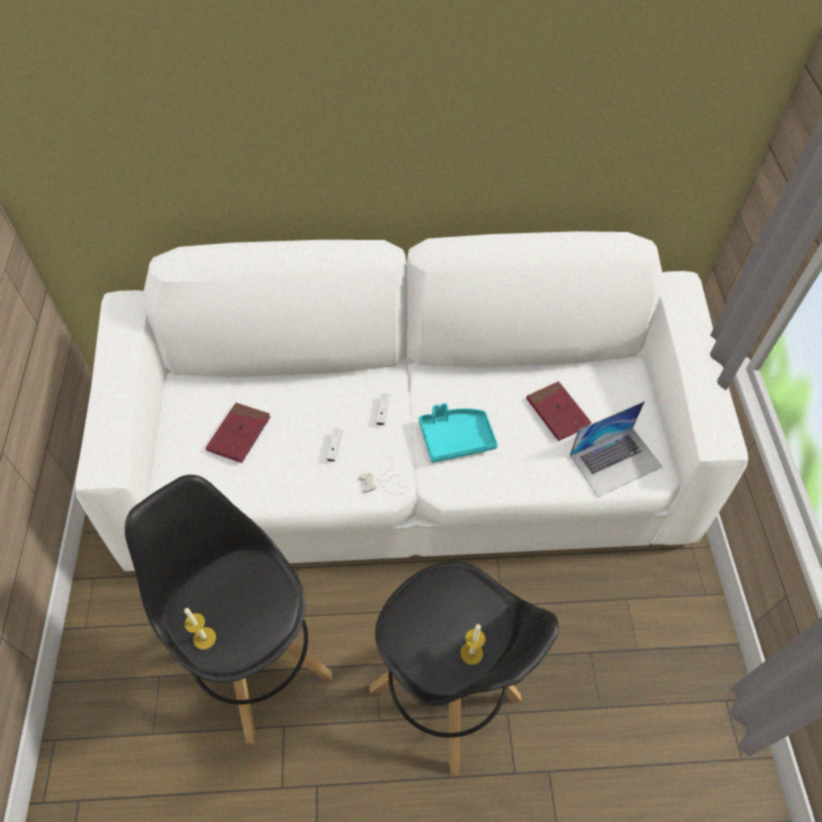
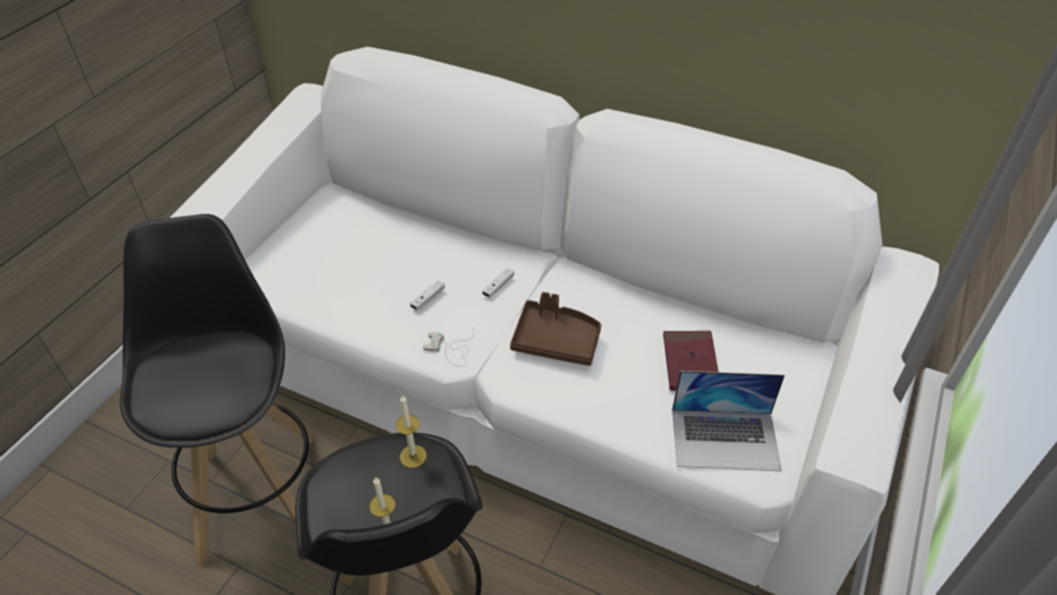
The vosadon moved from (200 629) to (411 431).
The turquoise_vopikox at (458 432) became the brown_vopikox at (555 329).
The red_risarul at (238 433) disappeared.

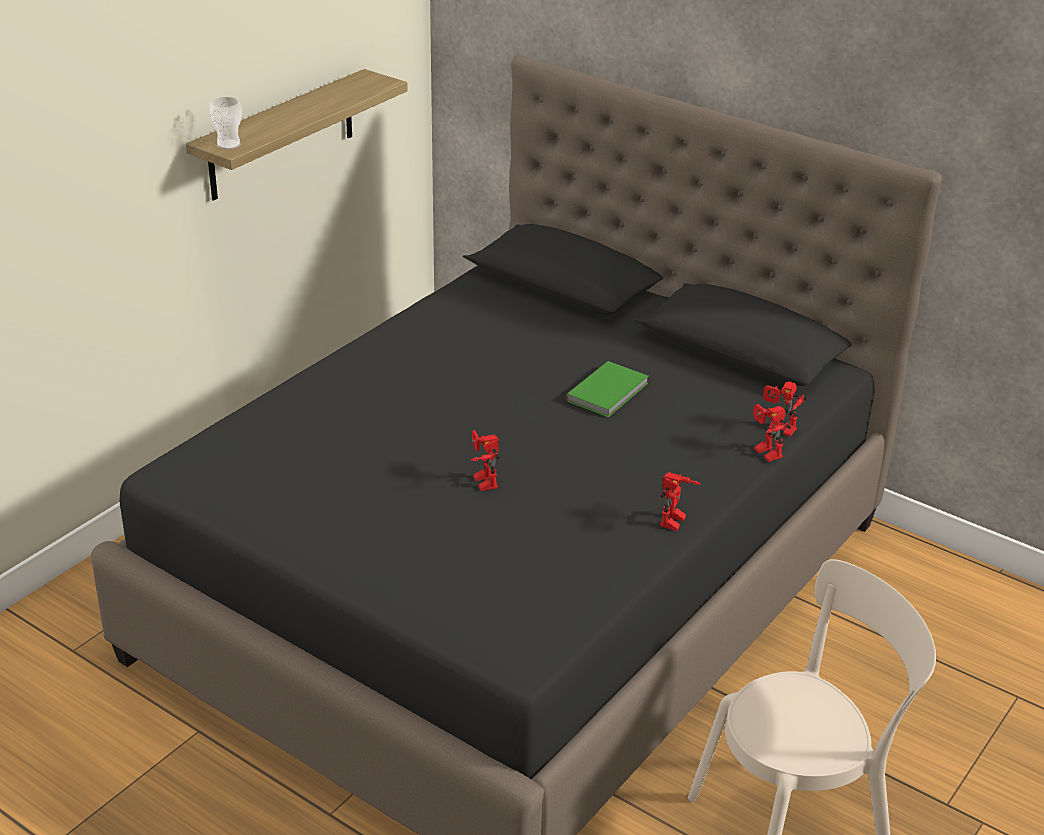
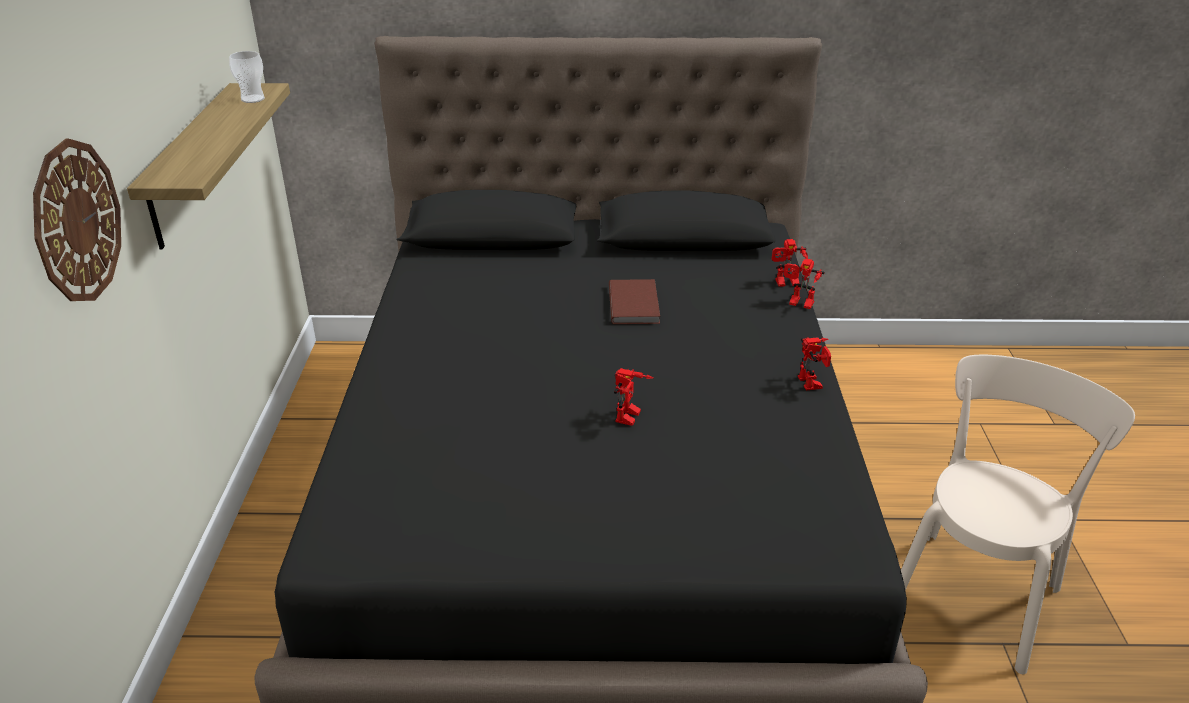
The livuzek at (77 219) appeared.
The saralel moved from (225 123) to (247 77).
The green_risarul at (607 389) became the brown_risarul at (634 301).
The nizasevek at (485 460) turned 105 degrees counterclockwise.

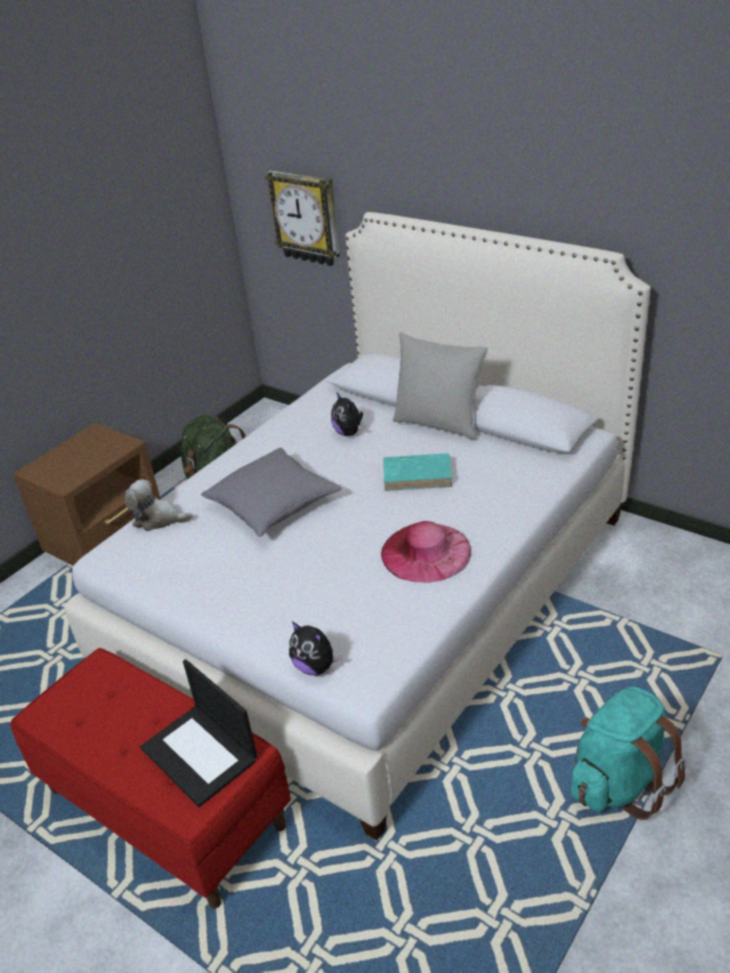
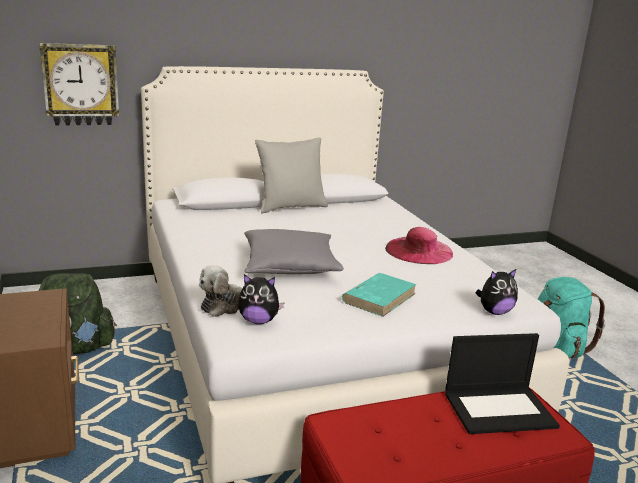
The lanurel moved from (347 414) to (261 299).
The turquoise_risarul moved from (418 472) to (379 295).

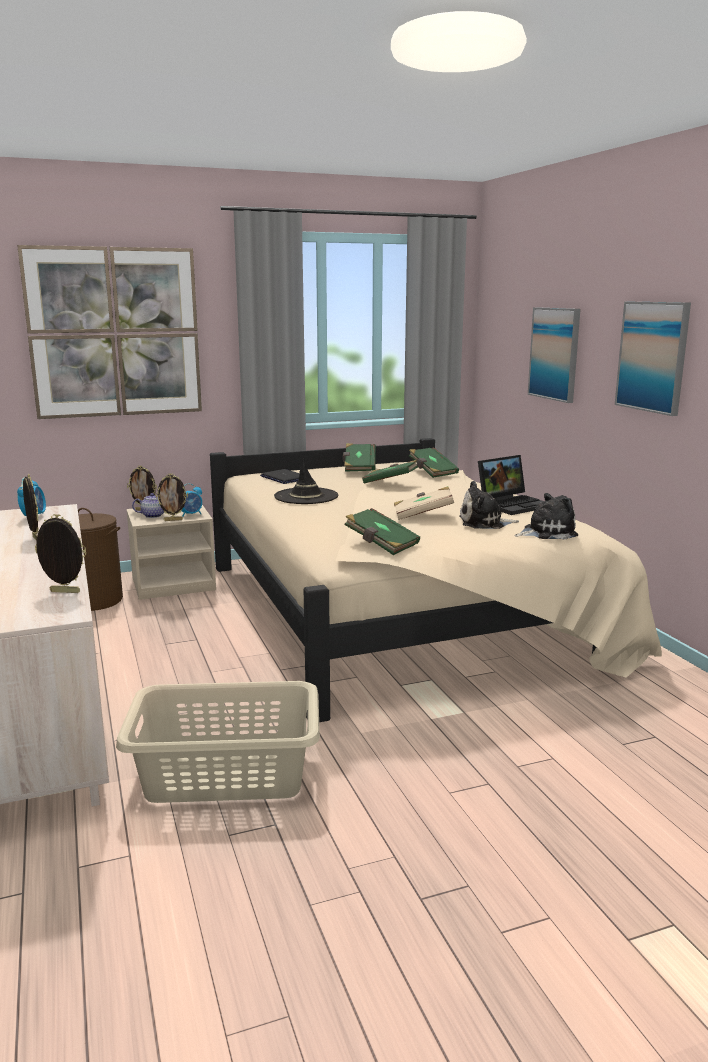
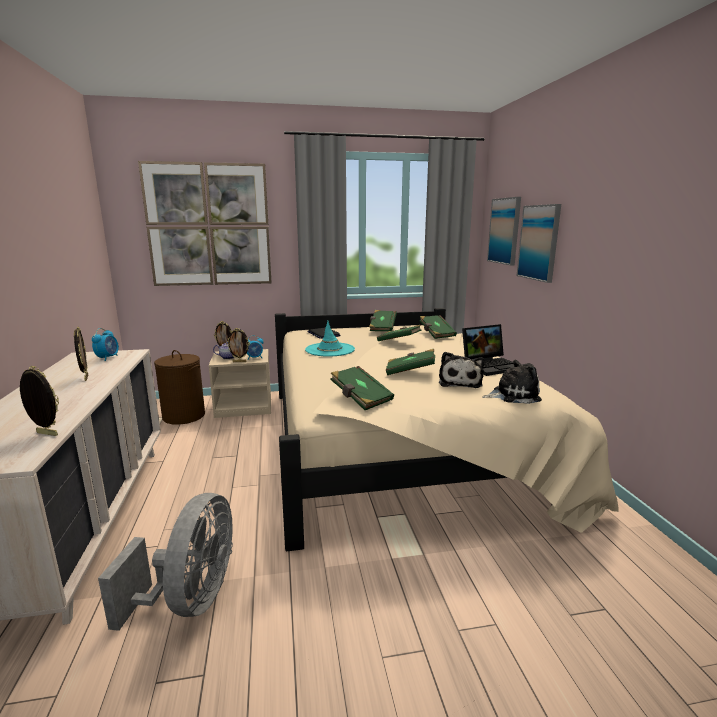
The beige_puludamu at (218 742) was replaced by the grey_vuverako at (165 562).
The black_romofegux at (306 481) became the turquoise_romofegux at (330 339).
The beige_risarul at (424 503) became the green_risarul at (410 362).
The lanurel at (489 505) turned 90 degrees counterclockwise.
The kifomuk moved from (653 359) to (504 231).

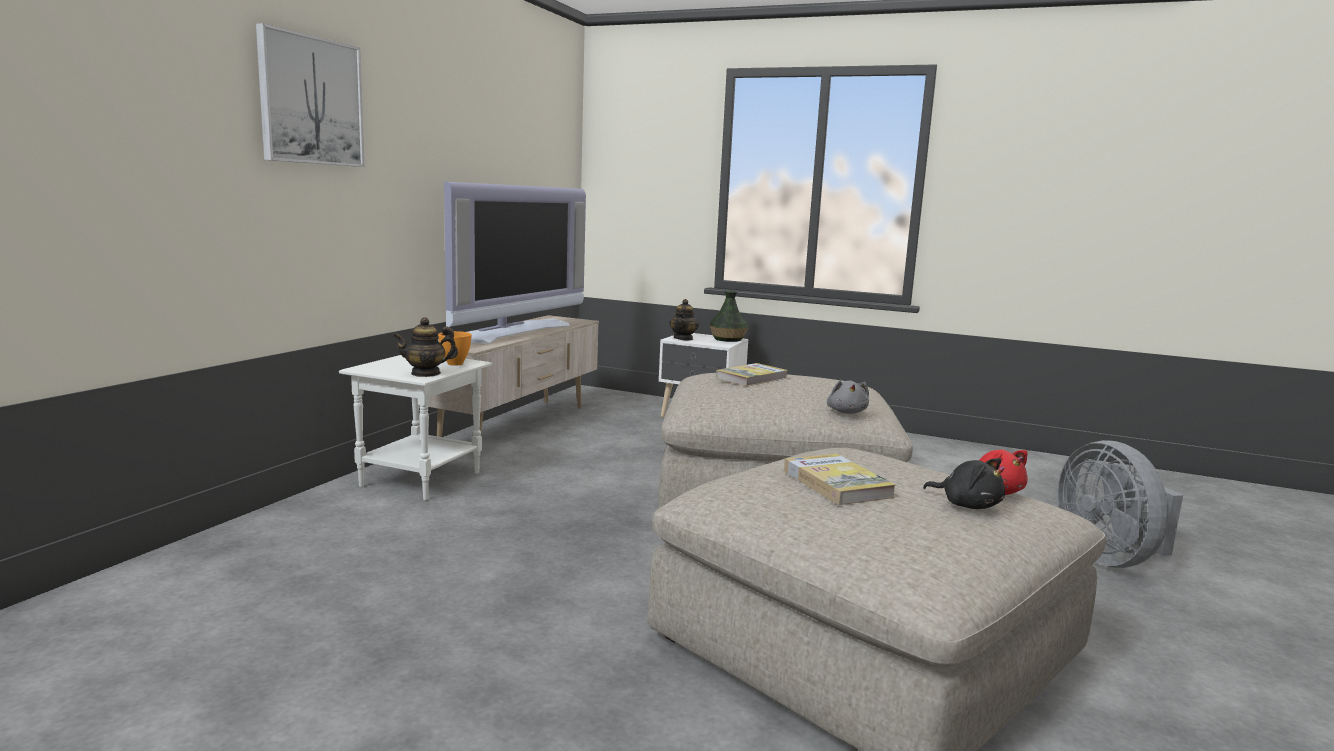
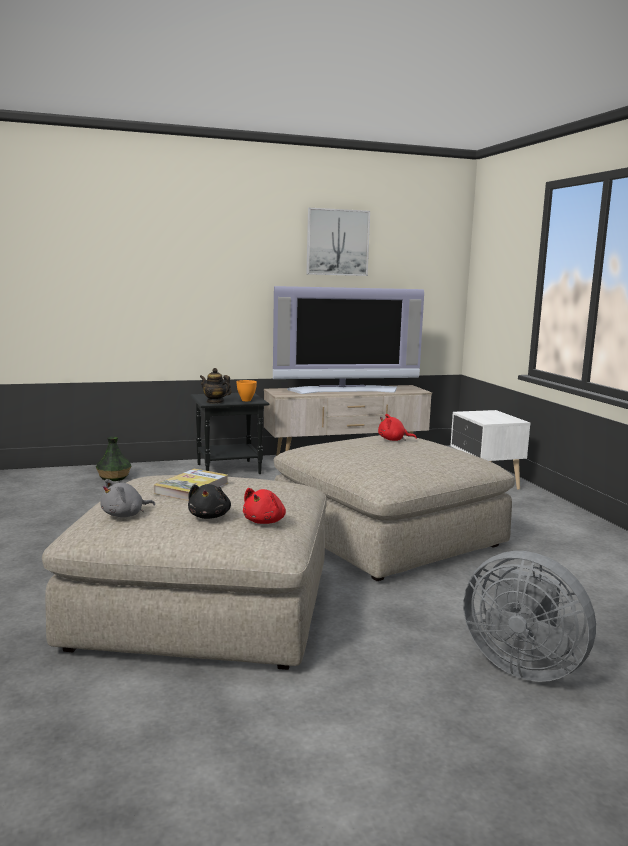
The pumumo moved from (729 316) to (113 459).
The grey_lanurel moved from (848 397) to (127 498).
The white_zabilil at (415 428) became the black_zabilil at (230 433).
The kifomuk moved from (310 95) to (338 242).
The risarul at (752 374) was replaced by the red_lanurel at (397 427).
The grey_vuverako at (1120 504) turned 90 degrees counterclockwise.
The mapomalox at (684 320) disappeared.

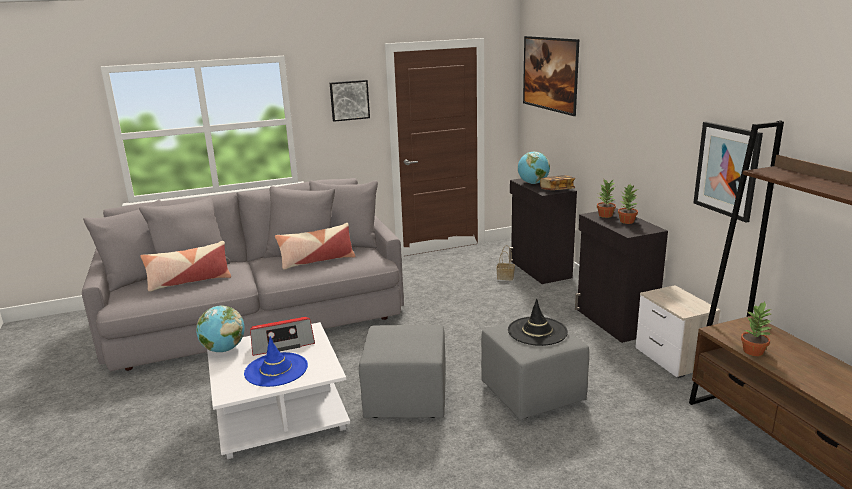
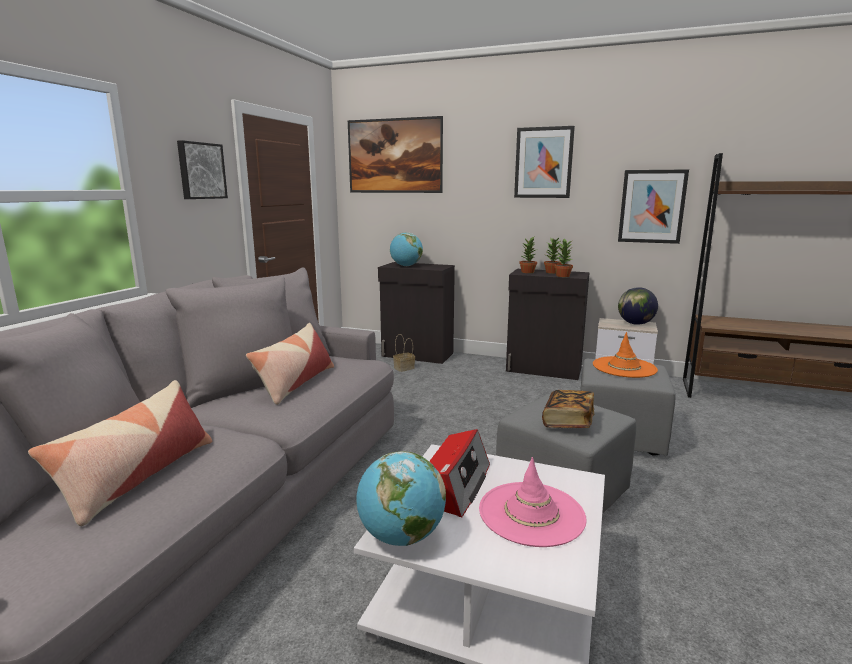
The blue_romofegux at (276 361) became the pink_romofegux at (533 502).
The kifomuk at (544 162) appeared.
The risarul moved from (557 182) to (568 409).
The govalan moved from (756 329) to (563 258).
The black_romofegux at (538 322) became the orange_romofegux at (625 355).
The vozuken at (638 306) appeared.

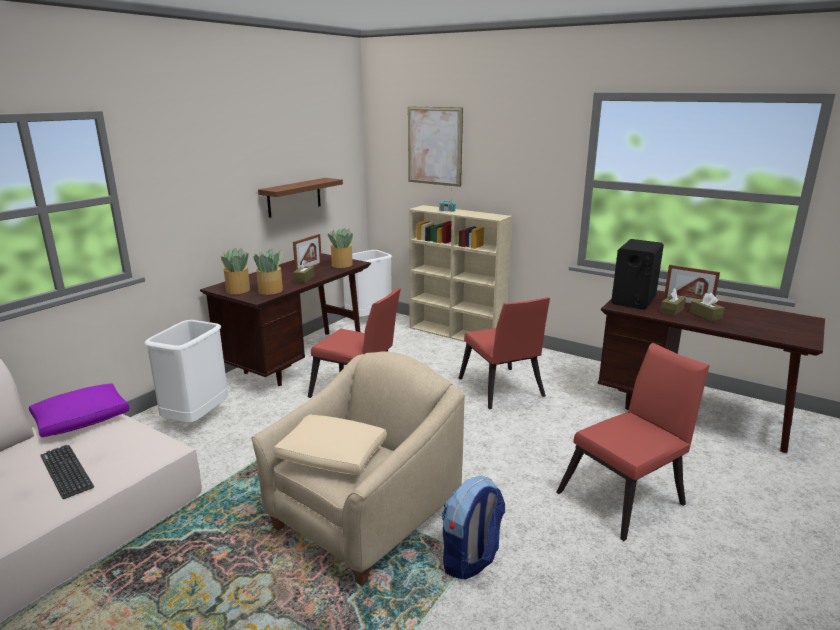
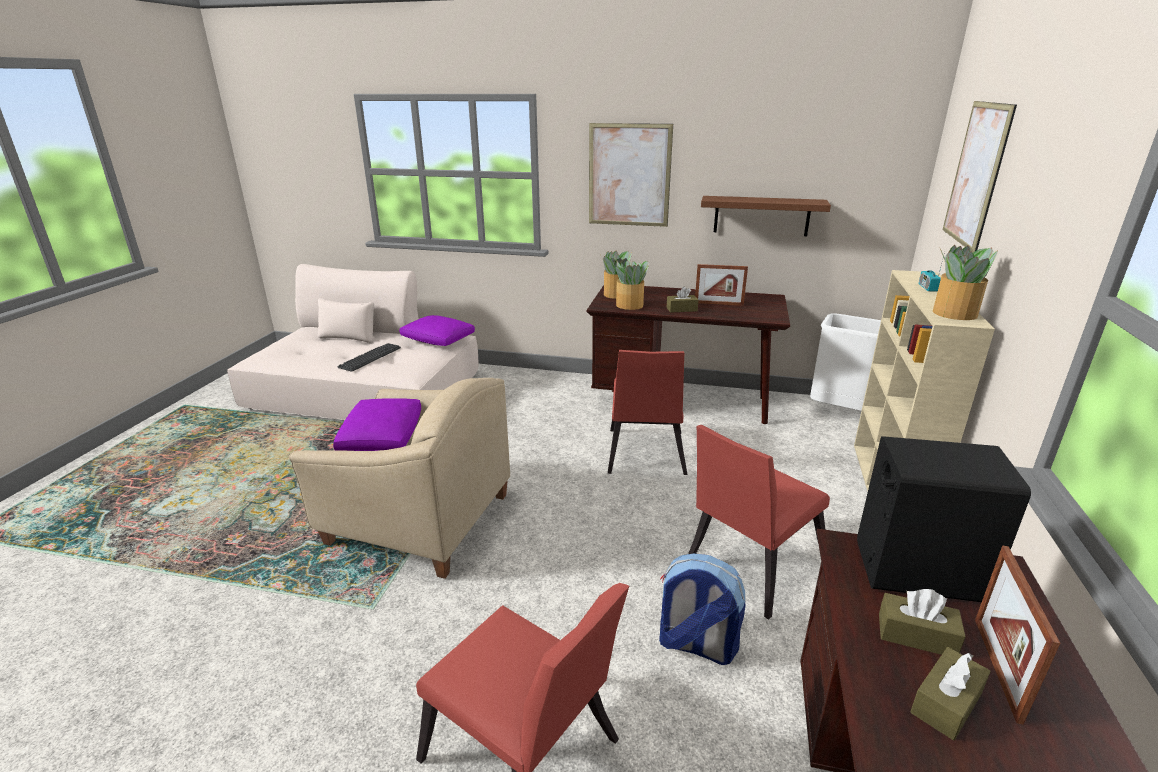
The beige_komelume at (330 445) became the purple_komelume at (377 424).
The kifomuk at (631 175) appeared.
The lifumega moved from (473 528) to (702 609).
The govalan moved from (340 248) to (965 282).
The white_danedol at (186 371) disappeared.

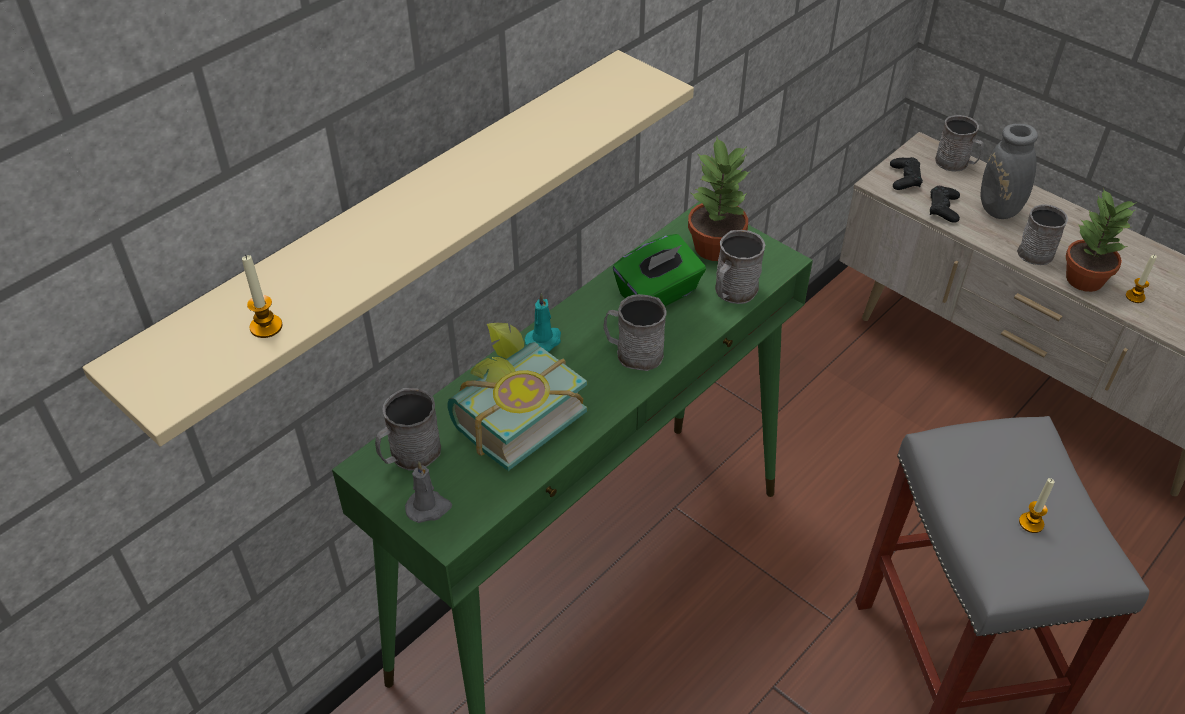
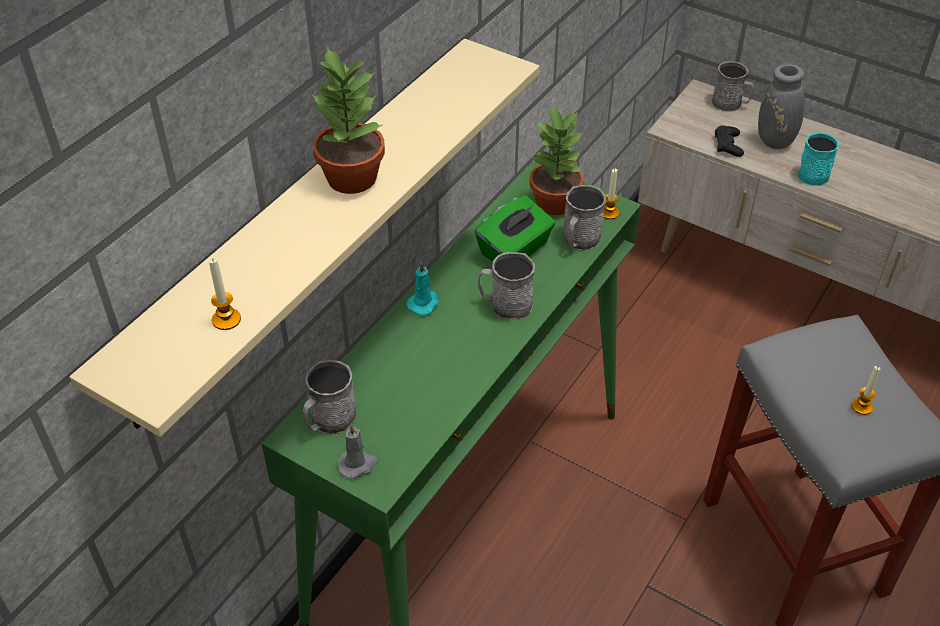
The govalan moved from (1101 240) to (348 120).
The vosadon moved from (1141 279) to (611 194).
The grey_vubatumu at (1042 234) became the turquoise_vubatumu at (818 159).
The risarul at (517 397) disappeared.
The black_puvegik at (906 173) disappeared.

